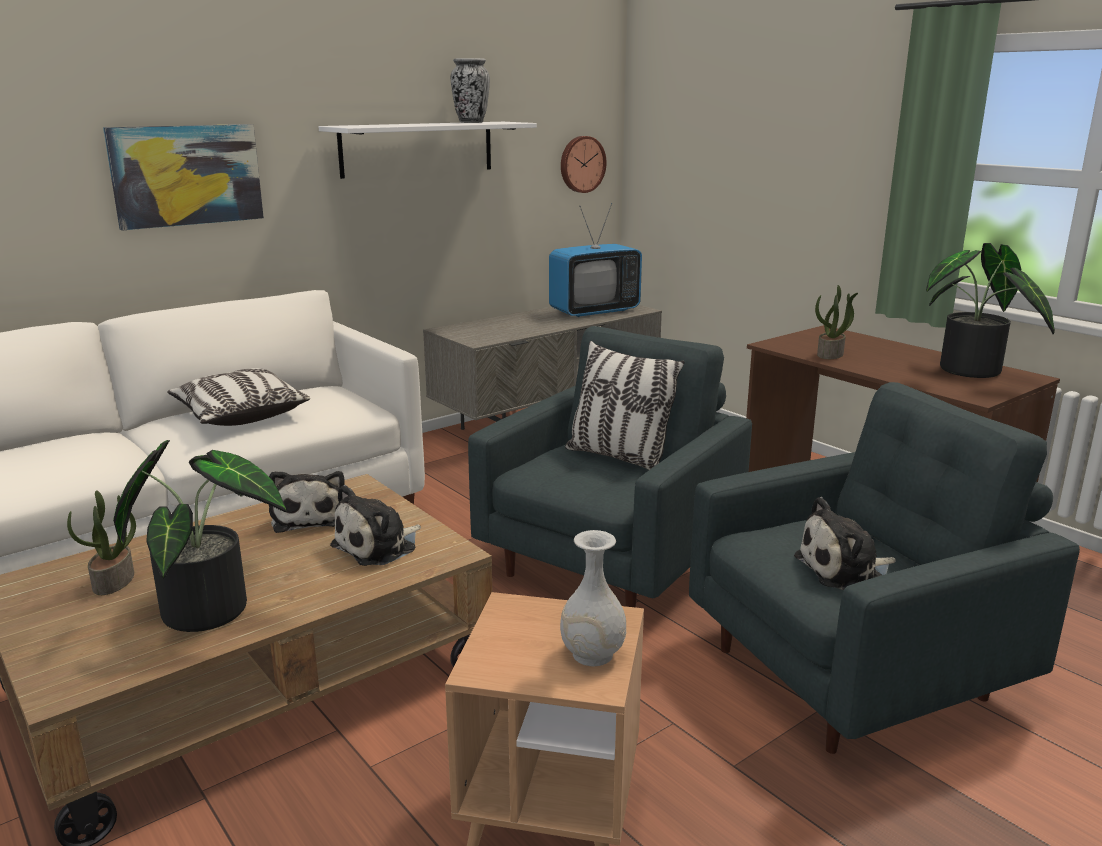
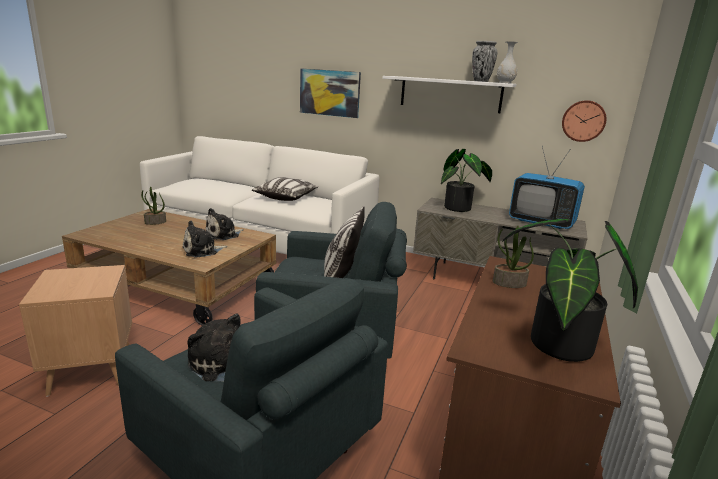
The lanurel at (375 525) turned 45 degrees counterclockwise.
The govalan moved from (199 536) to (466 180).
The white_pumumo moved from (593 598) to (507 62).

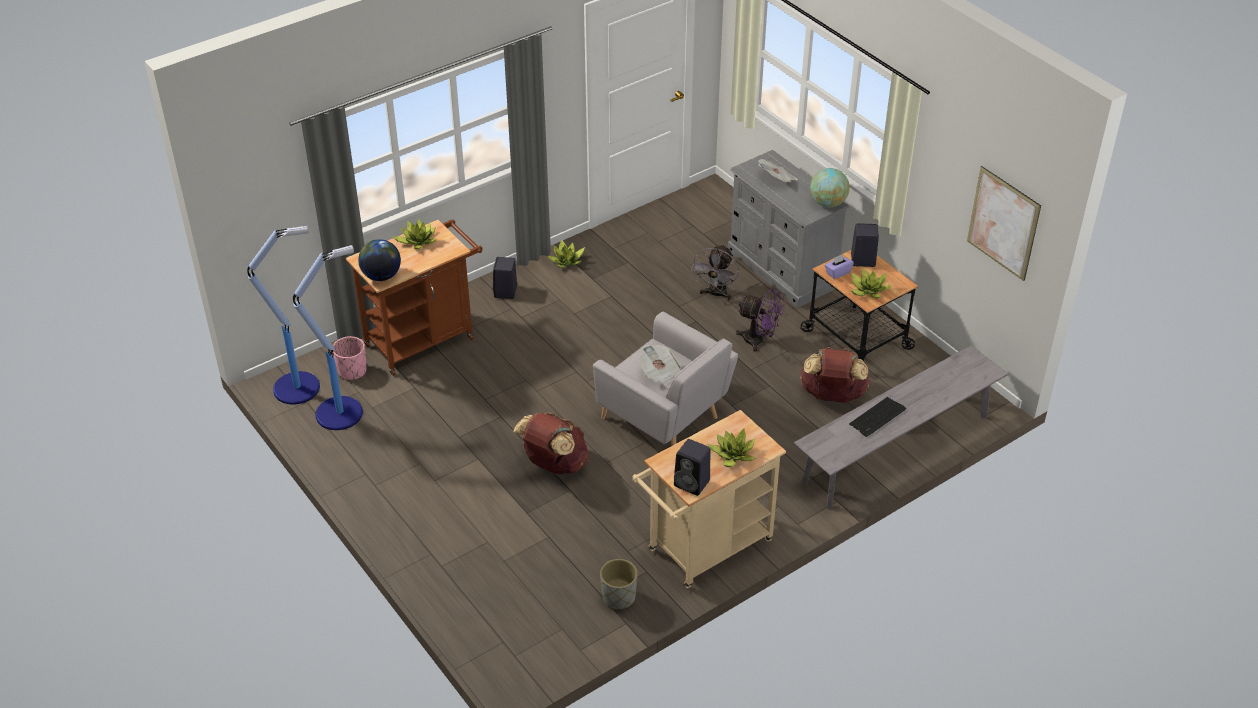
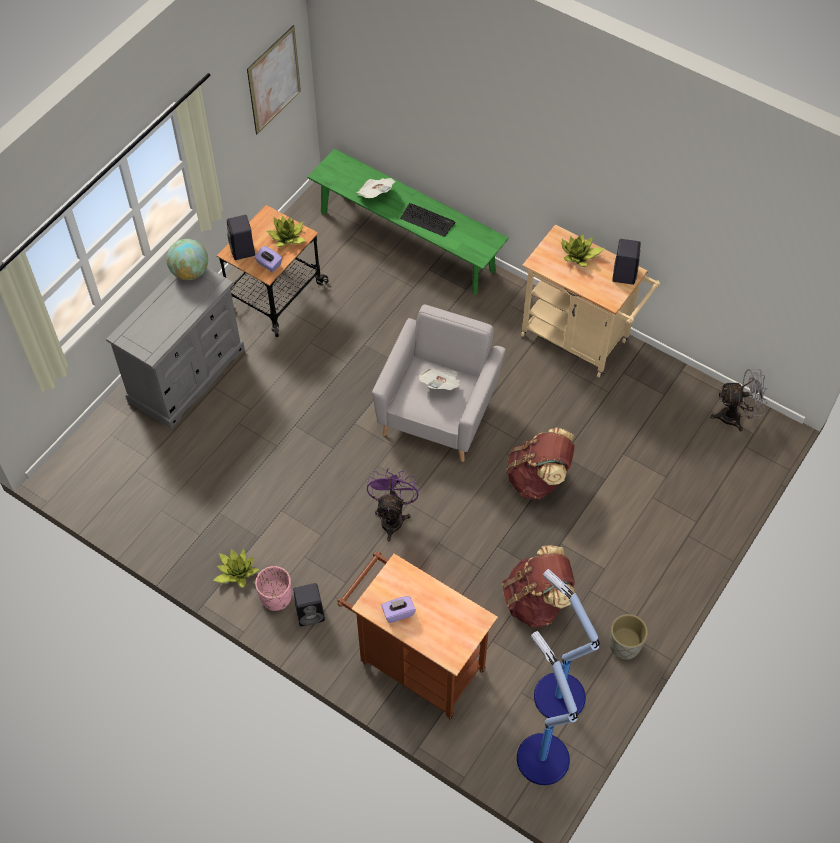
The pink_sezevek moved from (350 358) to (273 588).
The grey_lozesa at (901 427) became the green_lozesa at (408 222).
The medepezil moved from (778 170) to (376 188).
The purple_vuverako moved from (761 320) to (393 504).
The govalan at (414 233) was replaced by the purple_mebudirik at (398 609).
The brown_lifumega moved from (835 375) to (538 586).
The grey_sezevek moved from (619 584) to (628 637).
The grey_vuverako moved from (715 272) to (738 400).
The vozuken at (379 260) disappeared.

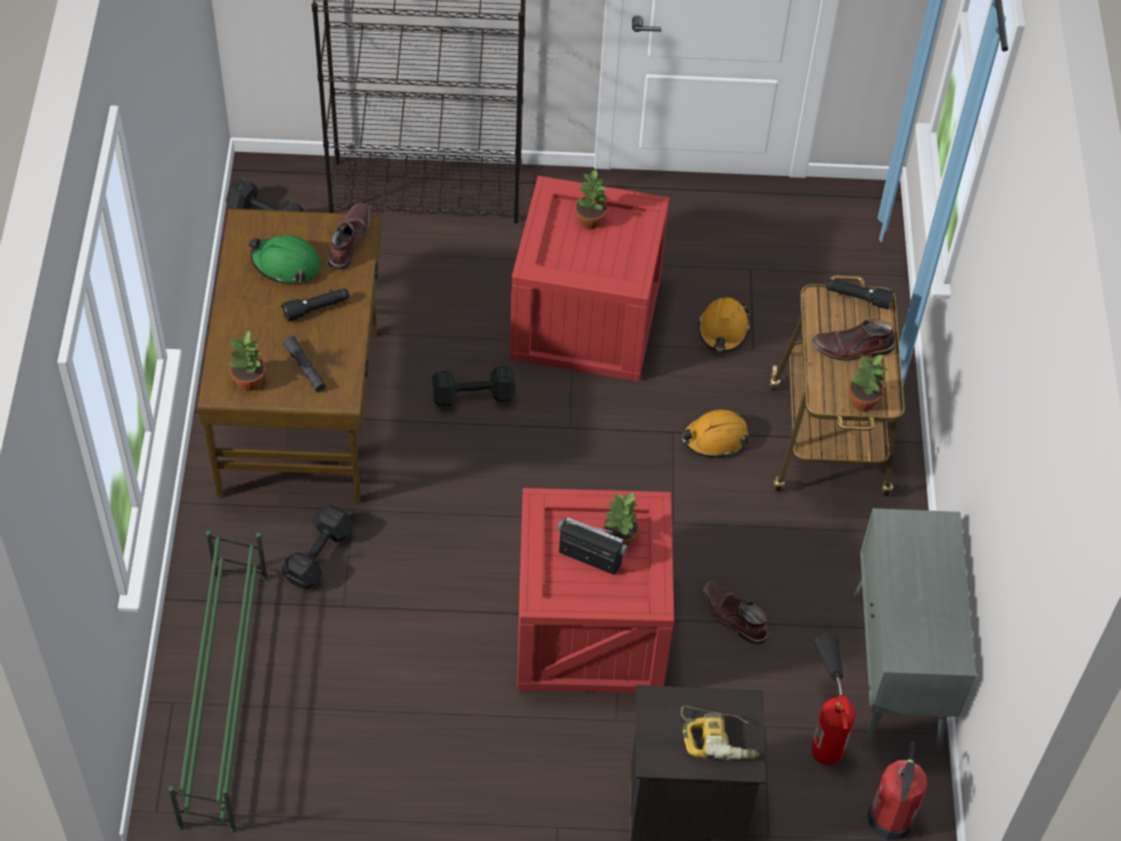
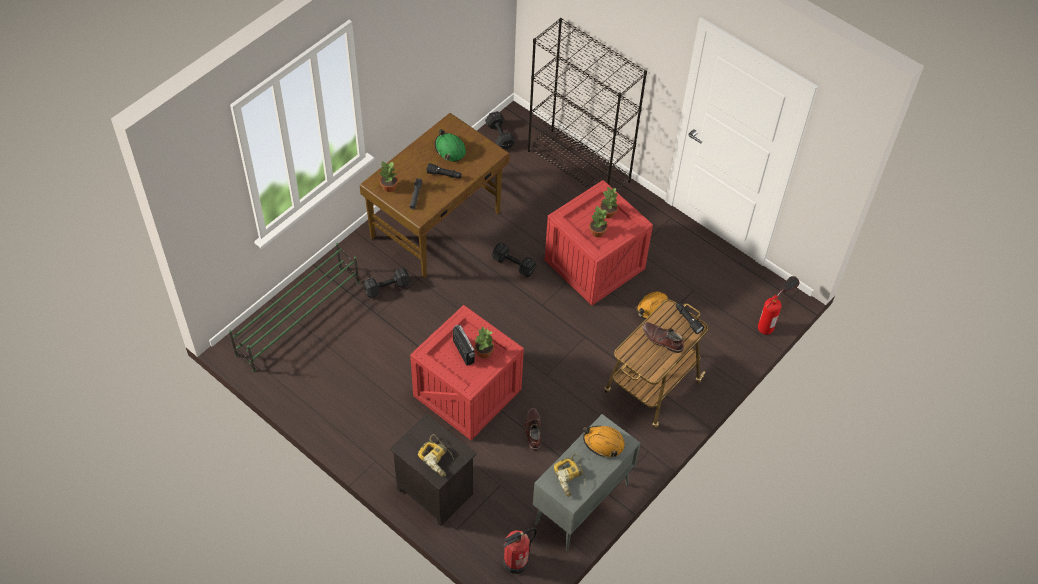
The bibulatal at (569 475) appeared.
The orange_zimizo moved from (715 433) to (604 441).
The govalan moved from (868 382) to (598 221).
The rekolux moved from (833 699) to (778 305).
The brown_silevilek at (350 236) disappeared.

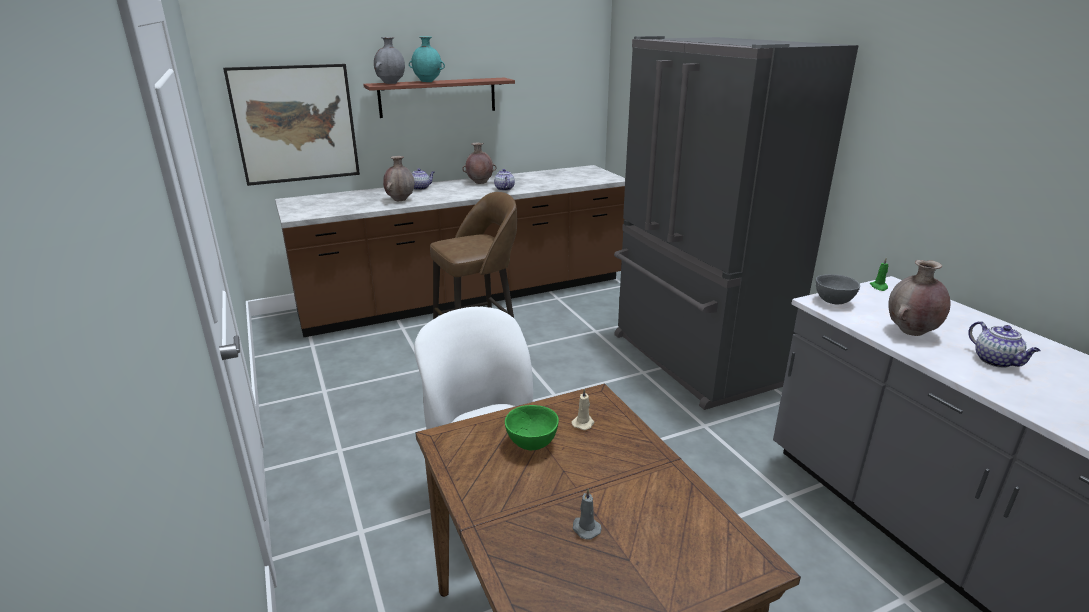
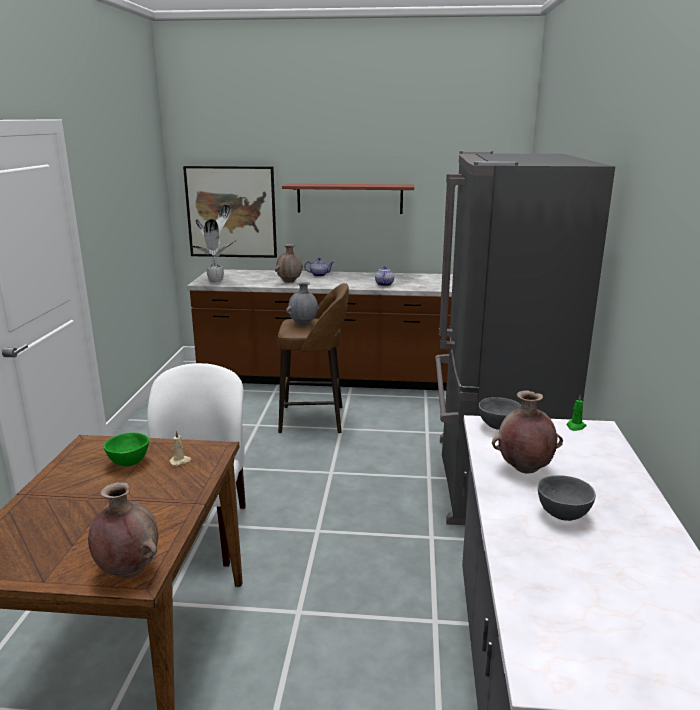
The brown_pumumo moved from (479 163) to (123 530).
The govalan at (213 243) appeared.
The grey_pumumo moved from (389 60) to (302 303).
The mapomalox at (1004 344) was replaced by the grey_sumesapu at (567 498).
The turquoise_pumumo at (427 59) disappeared.
The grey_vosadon at (587 514) disappeared.

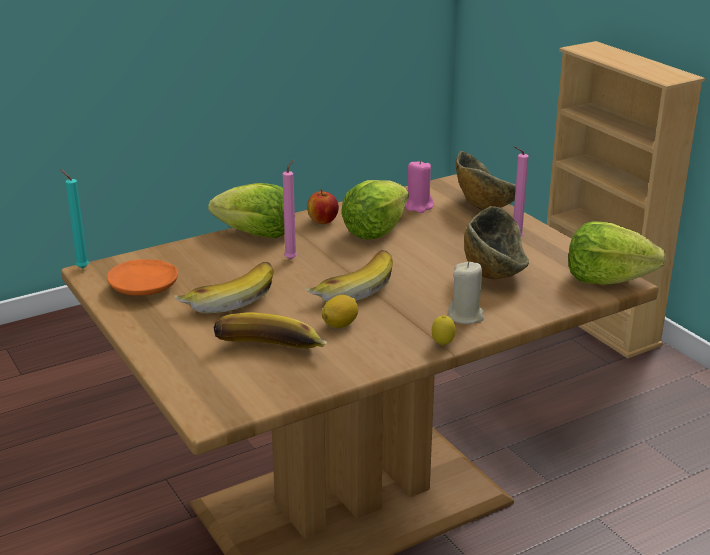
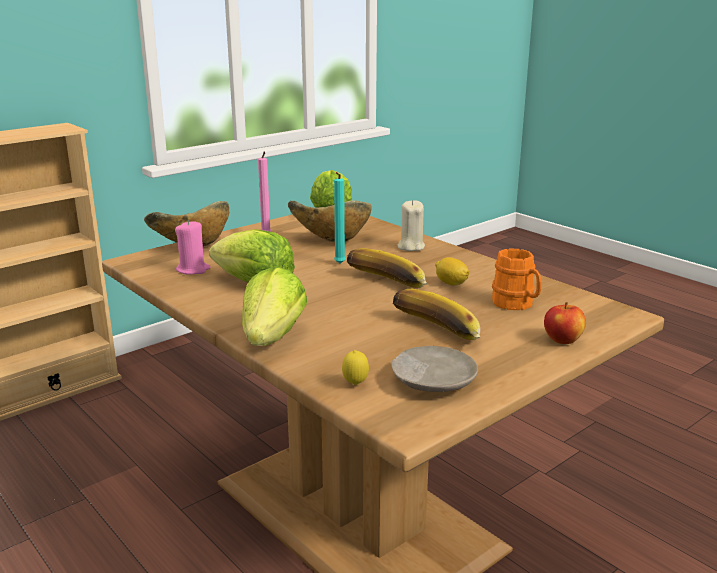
The turquoise_vosadon moved from (74 218) to (340 218).
The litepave moved from (444 330) to (355 367).
The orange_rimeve at (142 278) became the beige_rimeve at (434 369).
The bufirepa at (270 330) was replaced by the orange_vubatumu at (516 279).
The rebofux moved from (323 206) to (565 323).
The pink_vosadon at (290 209) disappeared.

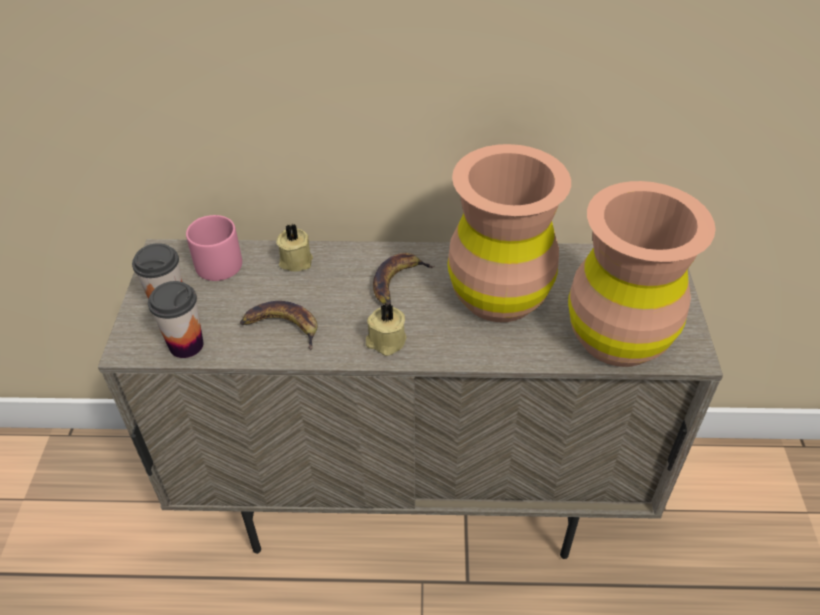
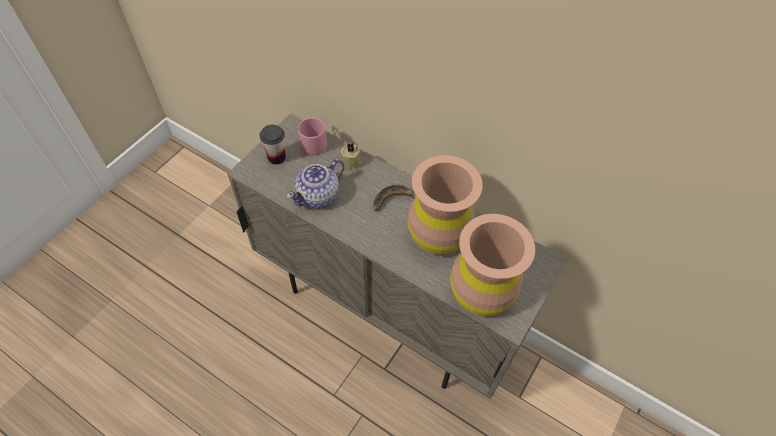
The bufirepa at (278 325) was replaced by the mapomalox at (315 183).
The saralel at (175 319) disappeared.
The beige_vosadon at (386 329) disappeared.

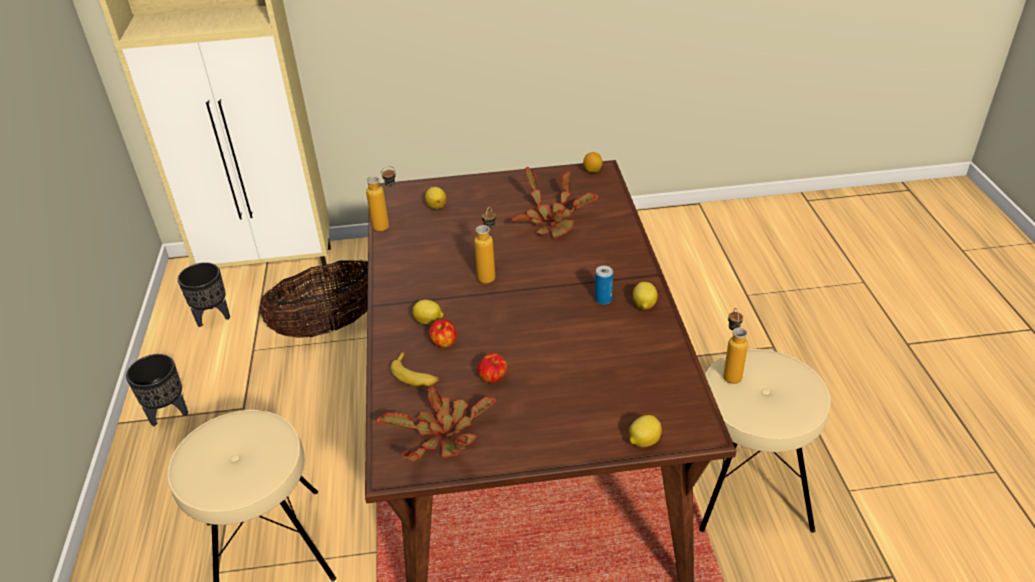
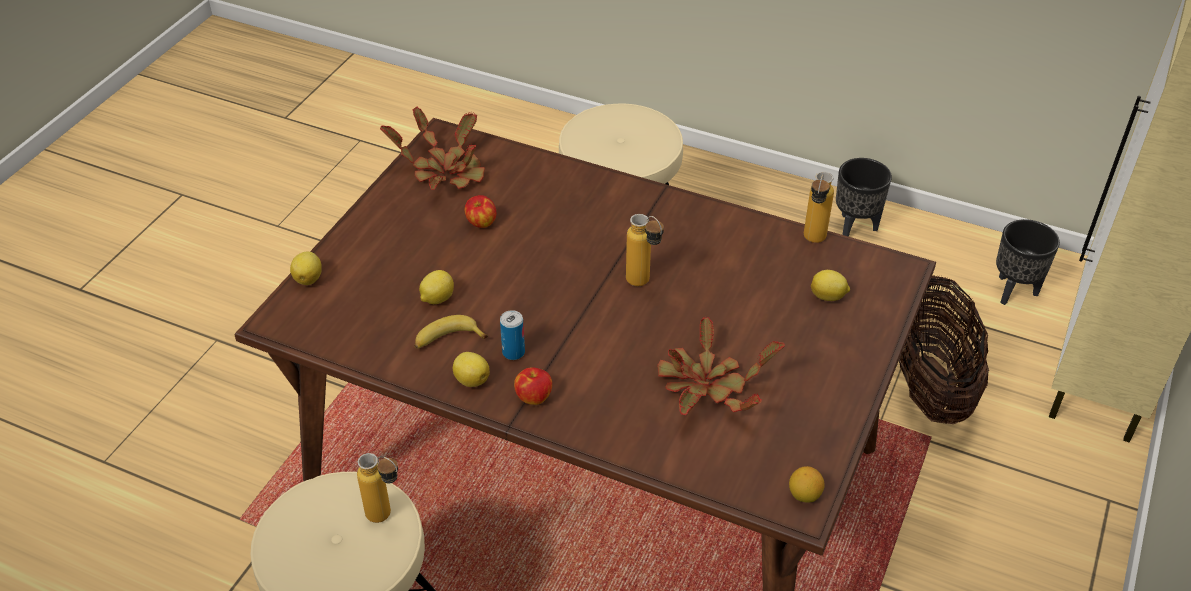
The bufirepa moved from (414 369) to (451 332).
The litepave moved from (428 312) to (436 287).
The rebofux moved from (443 333) to (533 386).

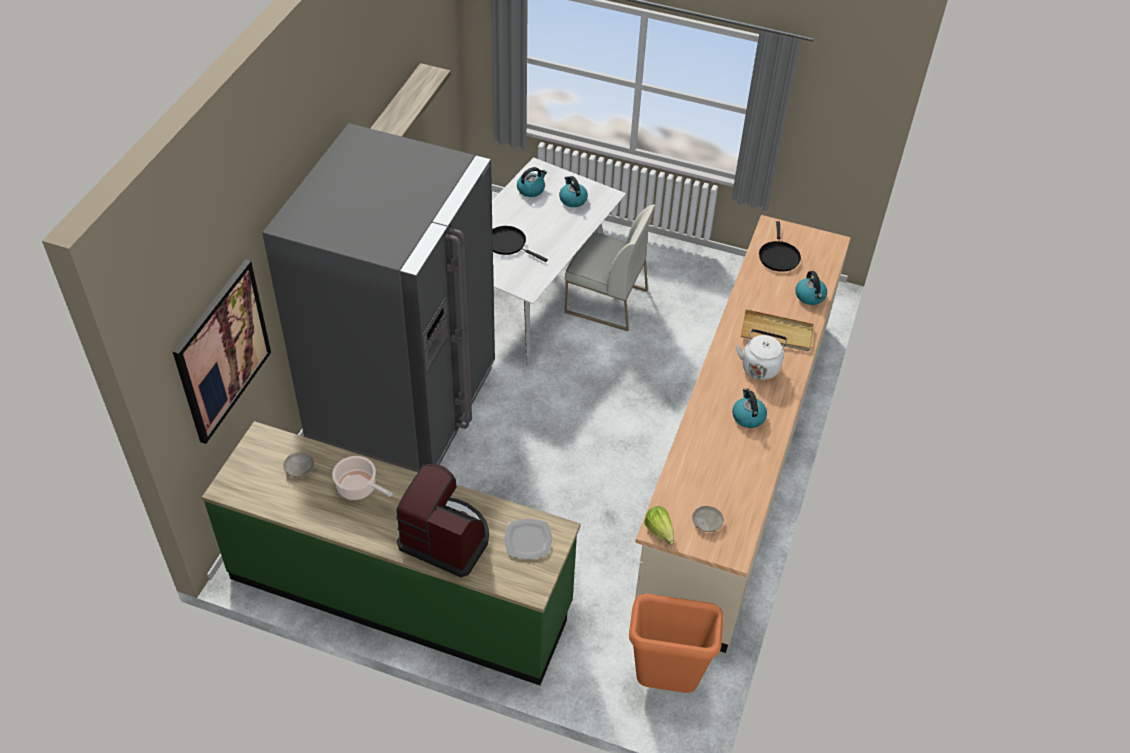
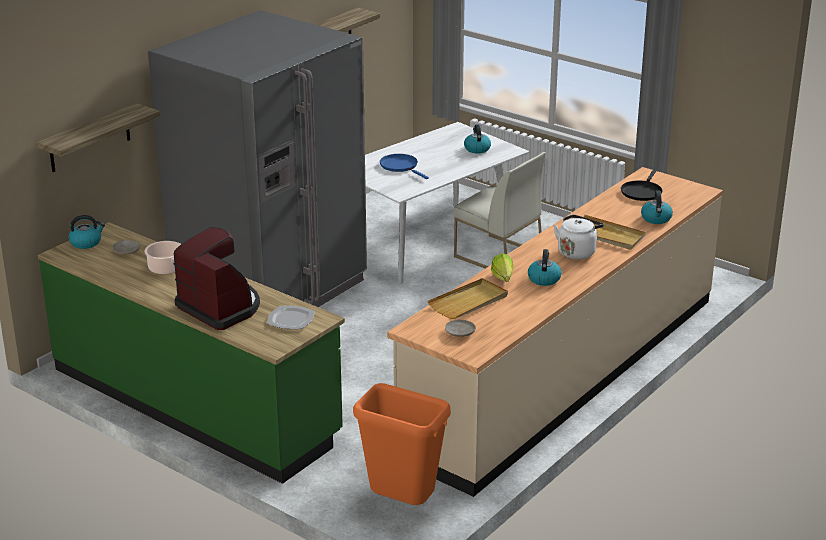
The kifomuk at (222 351) was replaced by the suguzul at (98 137).
The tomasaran moved from (532 182) to (86 232).
The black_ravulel at (520 244) became the blue_ravulel at (404 166).
The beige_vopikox at (468 298) appeared.
The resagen moved from (659 525) to (502 267).

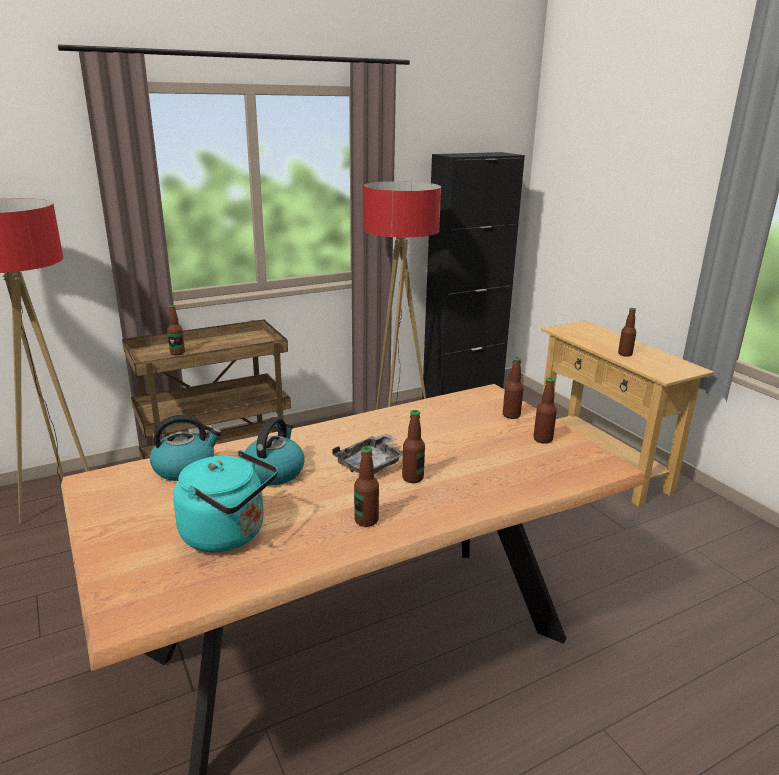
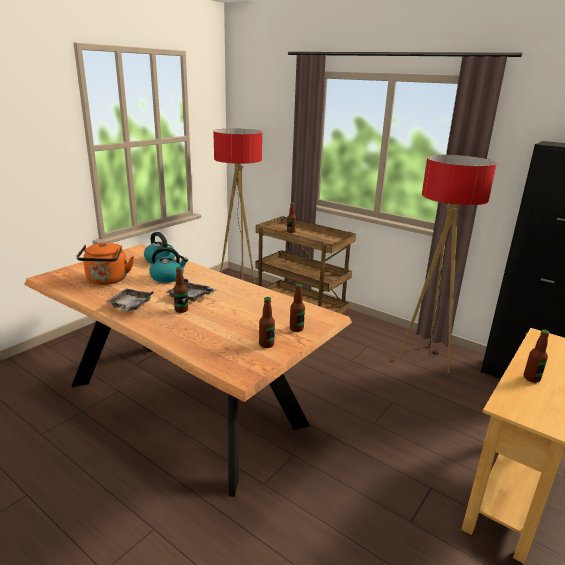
The turquoise_tomasaran at (225 501) became the orange_tomasaran at (105 263).
The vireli at (366 486) was replaced by the grey_vopikox at (129 300).

